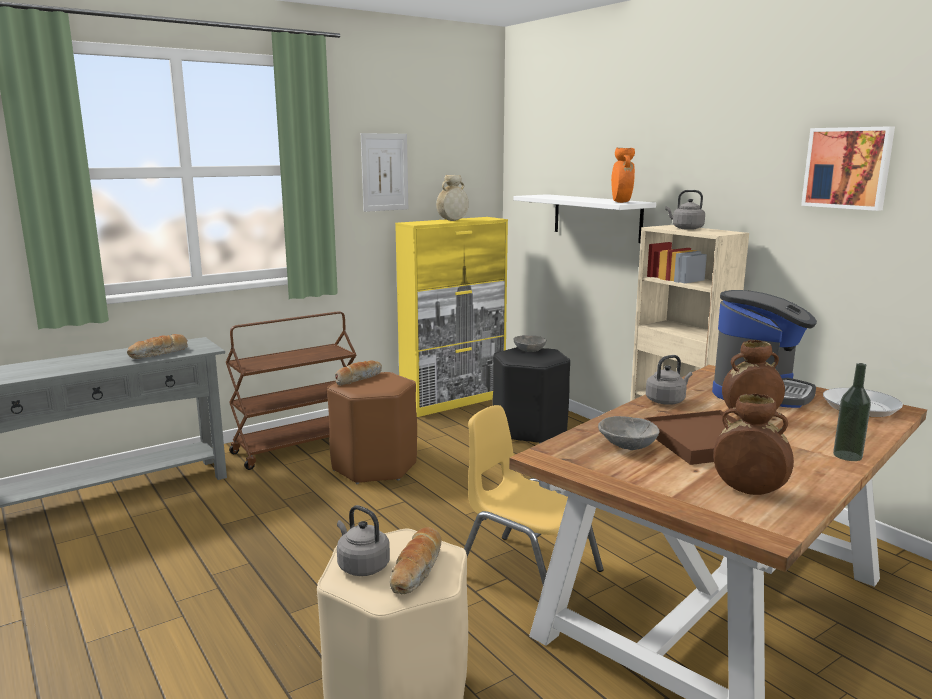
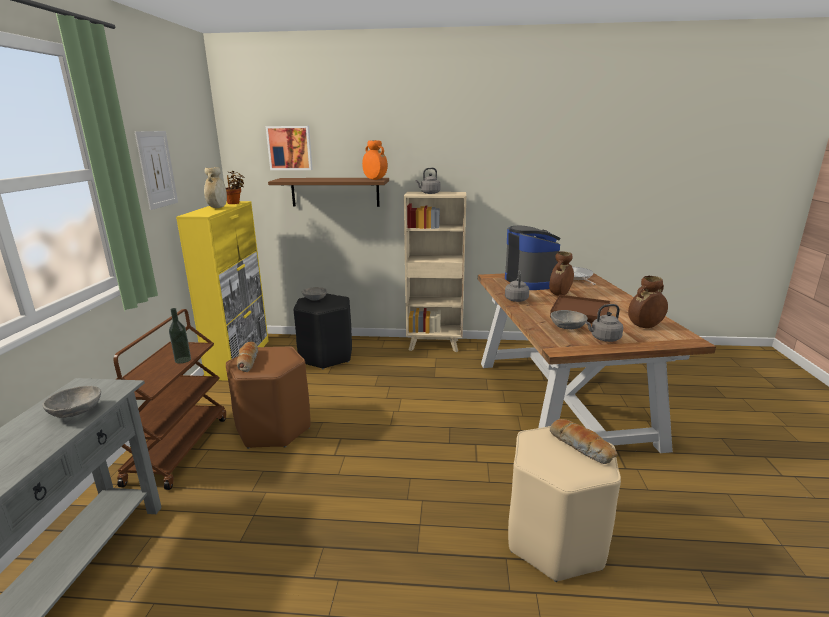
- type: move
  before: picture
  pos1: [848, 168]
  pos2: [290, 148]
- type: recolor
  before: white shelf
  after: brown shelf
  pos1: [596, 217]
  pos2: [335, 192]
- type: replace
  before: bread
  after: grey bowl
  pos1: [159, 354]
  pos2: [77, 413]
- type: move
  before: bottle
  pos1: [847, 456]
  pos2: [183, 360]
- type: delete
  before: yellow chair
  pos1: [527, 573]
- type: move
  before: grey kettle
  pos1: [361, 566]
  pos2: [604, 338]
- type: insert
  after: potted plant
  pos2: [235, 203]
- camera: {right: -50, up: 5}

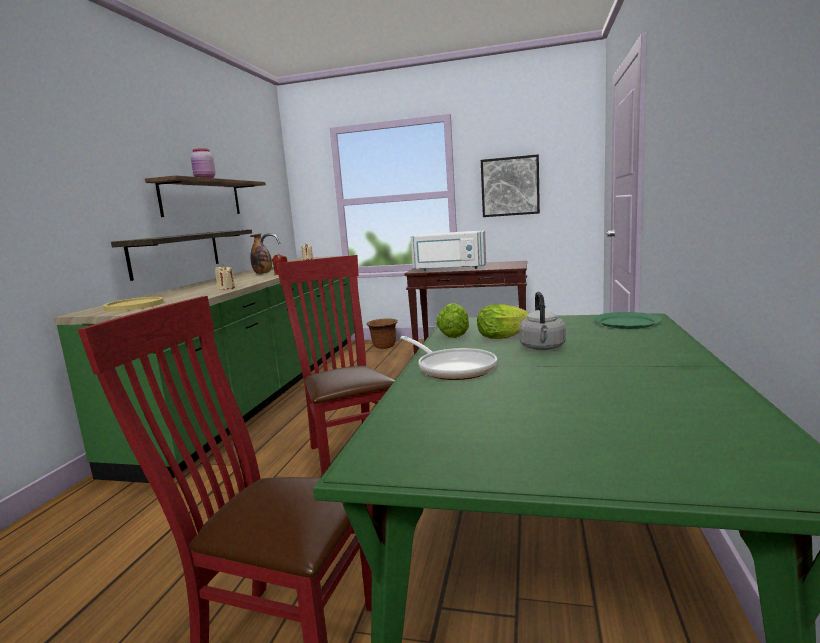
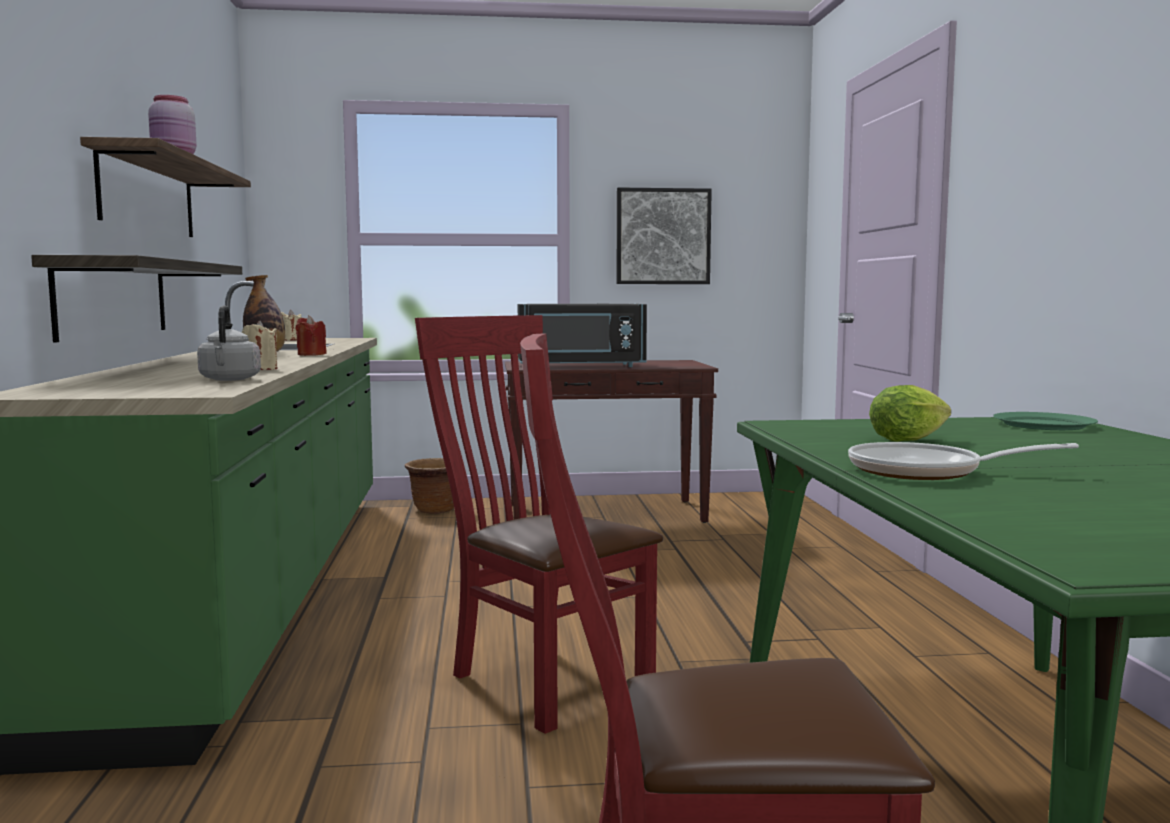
- type: recolor
  before: white microwave
  after: black microwave
  pos1: [449, 269]
  pos2: [581, 366]
- type: move
  before: grey kettle
  pos1: [542, 348]
  pos2: [229, 379]
- type: delete
  before: yellow plate
  pos1: [134, 306]
- type: delete
  before: lettuce
  pos1: [454, 334]
- type: rotate
  before: frying pan
  pos1: [453, 368]
  pos2: [926, 471]
  turn: 150
- camera: {right: -20, up: -5}

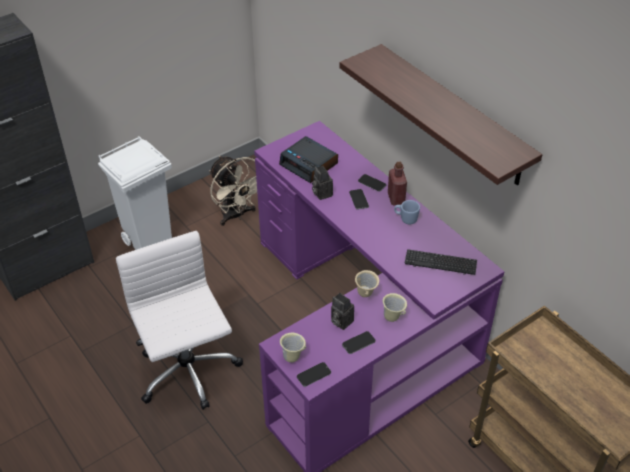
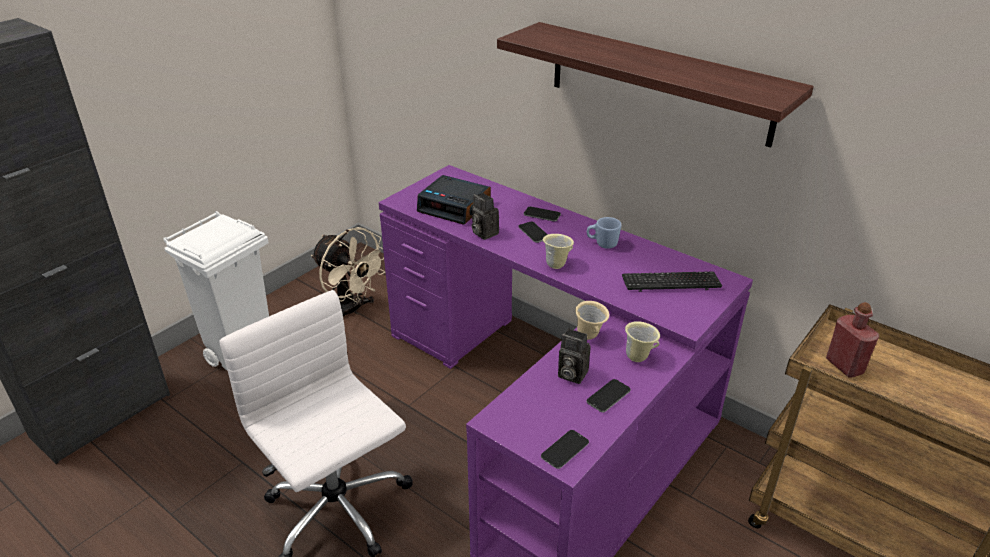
- type: move
  before: red bottle
  pos1: [396, 198]
  pos2: [844, 366]
- type: move
  before: beige mug
  pos1: [293, 357]
  pos2: [556, 264]
- camera: {right: -15, up: -10}

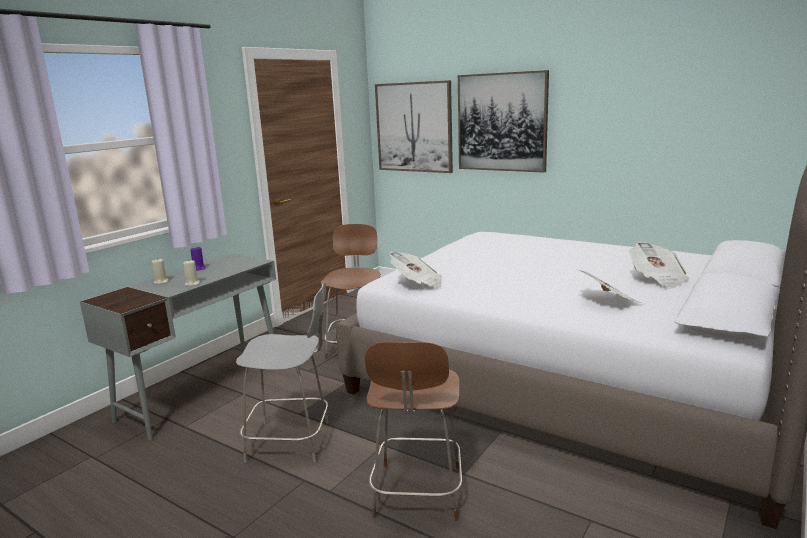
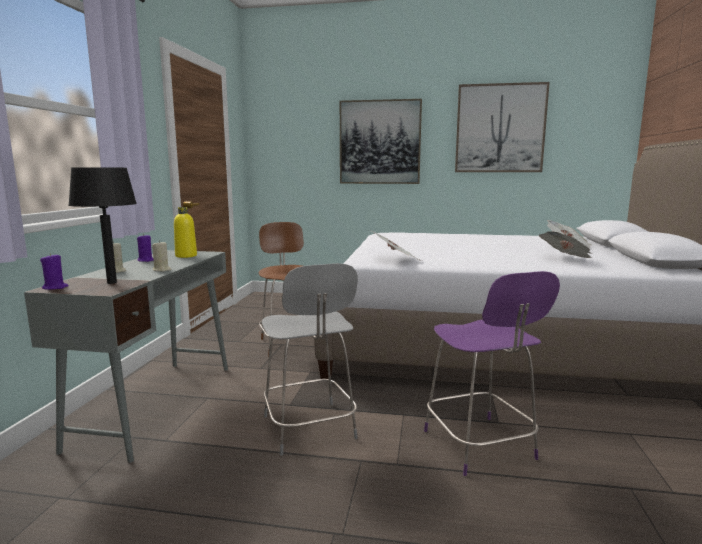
- type: move
  before: picture
  pos1: [414, 127]
  pos2: [500, 128]
- type: rotate
  before: grey chair
  pos1: [292, 441]
  pos2: [309, 429]
  turn: 90
- type: recolor
  before: brown chair
  after: purple chair
  pos1: [417, 494]
  pos2: [480, 447]
- type: insert
  after: black table lamp
  pos2: [111, 282]
- type: insert
  after: yellow bottle
  pos2: [186, 256]
- type: insert
  after: purple candle
  pos2: [55, 287]
- camera: {right: -25, up: -5}

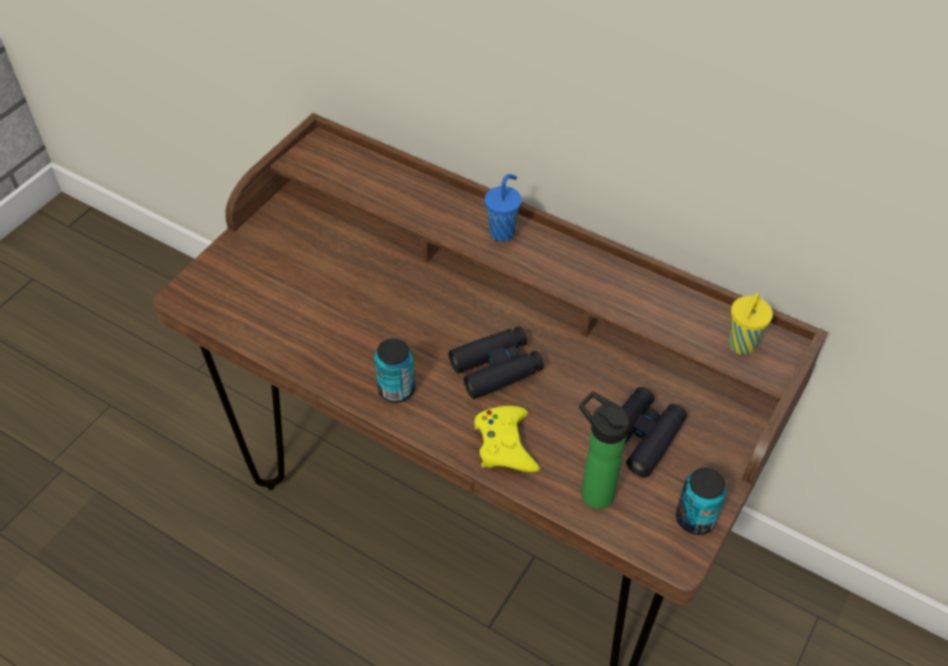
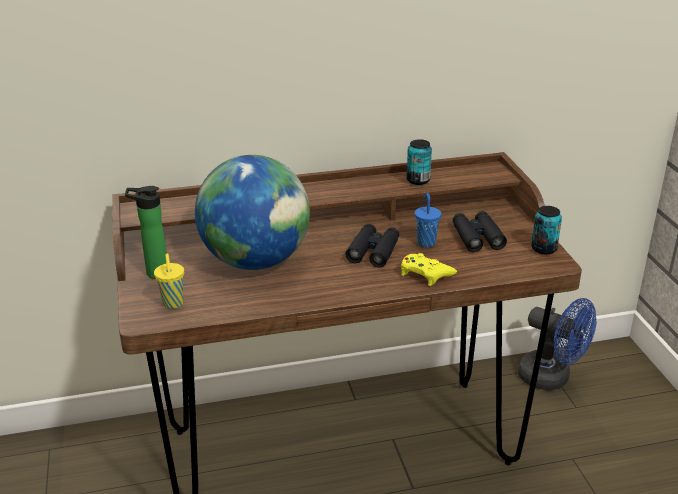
- type: move
  before: blue cup
  pos1: [503, 232]
  pos2: [425, 242]
- type: move
  before: yellow cup
  pos1: [740, 346]
  pos2: [173, 304]
- type: move
  before: can
  pos1: [396, 389]
  pos2: [418, 180]
- type: move
  before: bottle
  pos1: [593, 491]
  pos2: [154, 273]
- type: insert
  after: globe
  pos2: [256, 261]
- type: insert
  after: blue fan
  pos2: [552, 378]
- camera: {right: -45, up: -20}

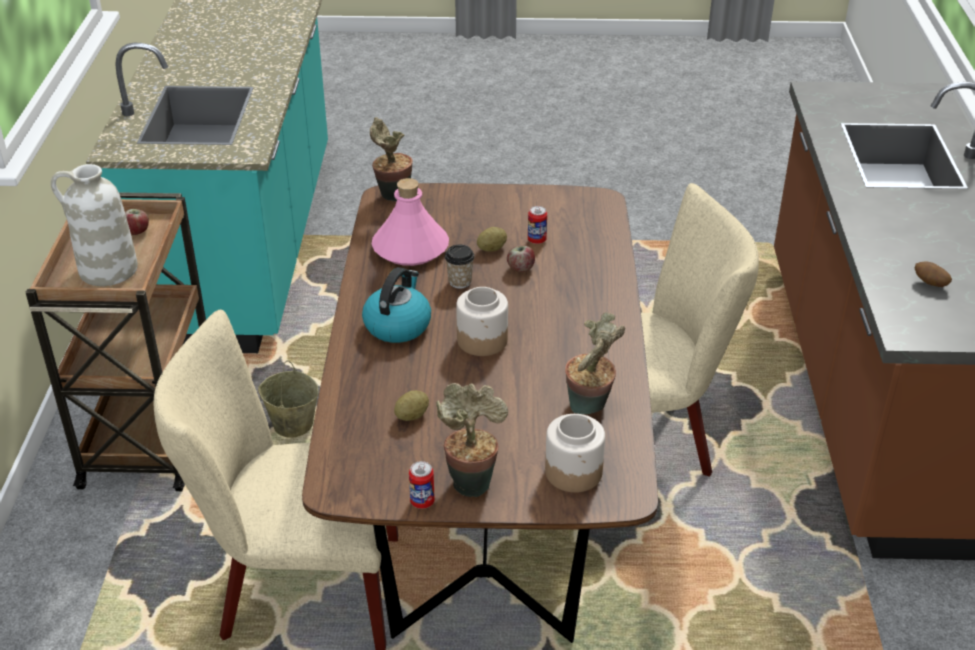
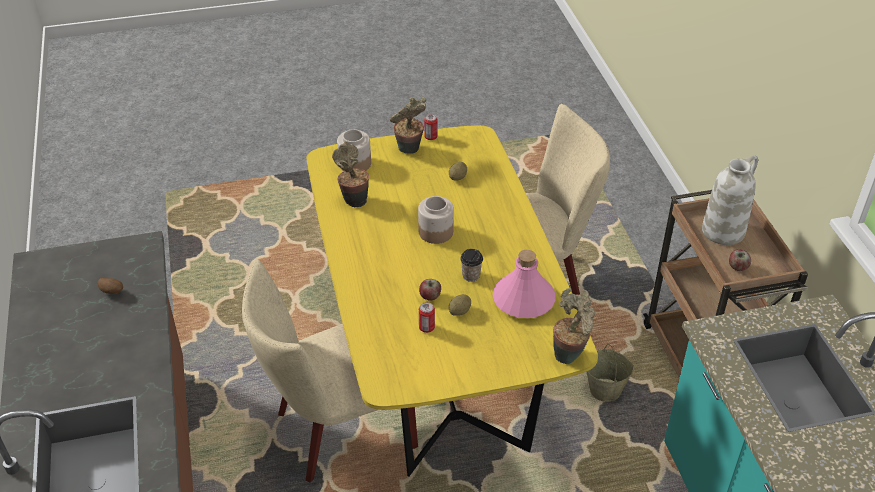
- type: recolor
  before: brown dining table
  after: yellow dining table
  pos1: [486, 499]
  pos2: [438, 362]
- type: delete
  before: kettle
  pos1: [397, 325]
- camera: {right: 165, up: 5}

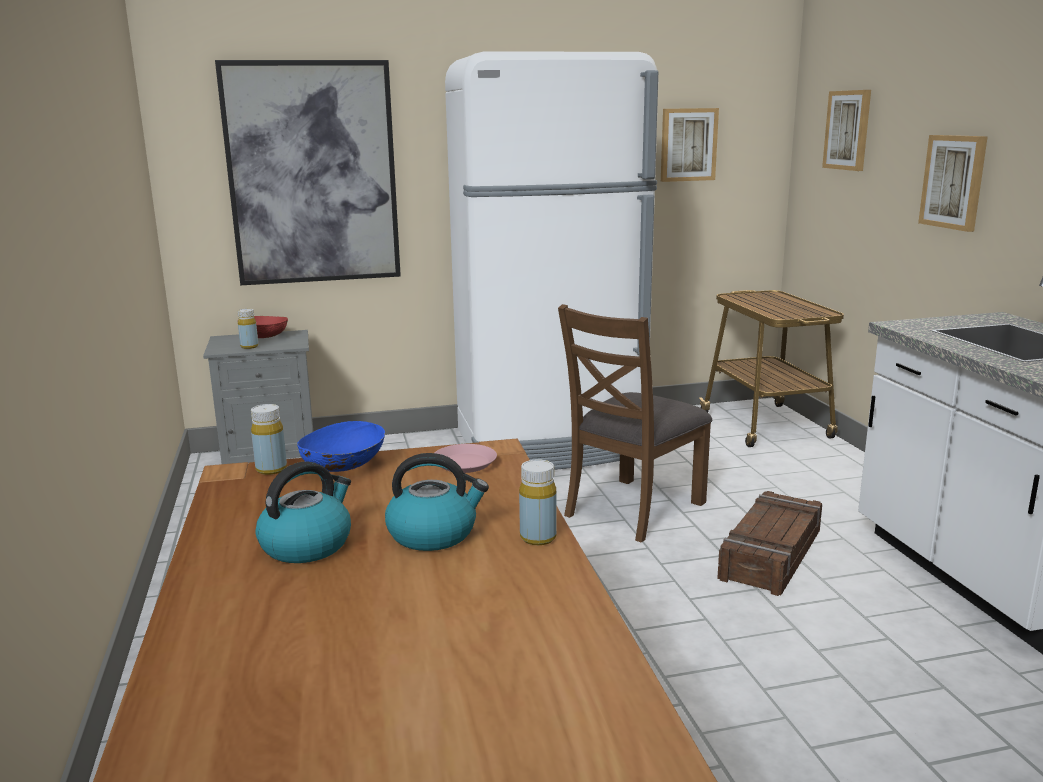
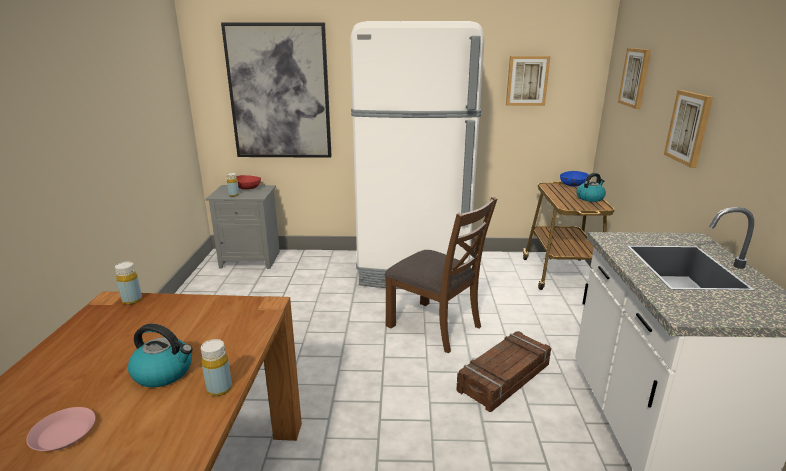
- type: rotate
  before: brown chair
  pos1: [633, 509]
  pos2: [435, 326]
  turn: -105
- type: move
  before: blue bowl
  pos1: [344, 468]
  pos2: [573, 185]
- type: move
  before: pink plate
  pos1: [465, 463]
  pos2: [64, 433]
- type: move
  before: kettle
  pos1: [307, 545]
  pos2: [590, 198]
- camera: {right: 15, up: 5}

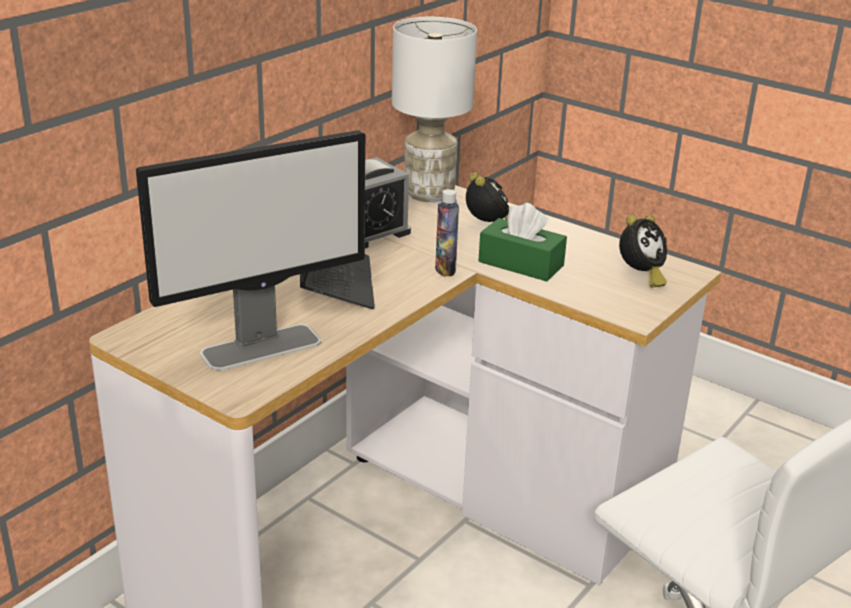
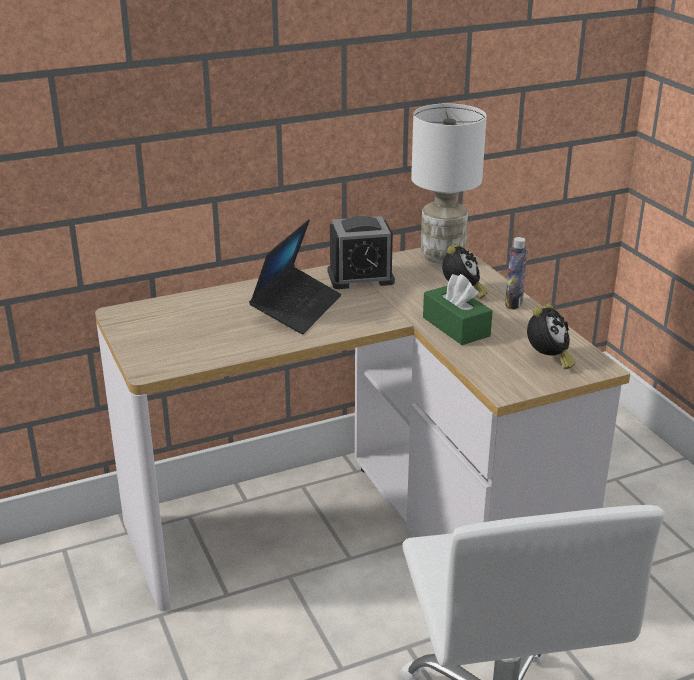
- type: delete
  before: monitor
  pos1: [262, 347]
- type: move
  before: bottle
  pos1: [445, 269]
  pos2: [513, 303]
- type: rotate
  before: alarm clock
  pos1: [640, 276]
  pos2: [548, 360]
  turn: -45
- camera: {right: 30, up: 0}

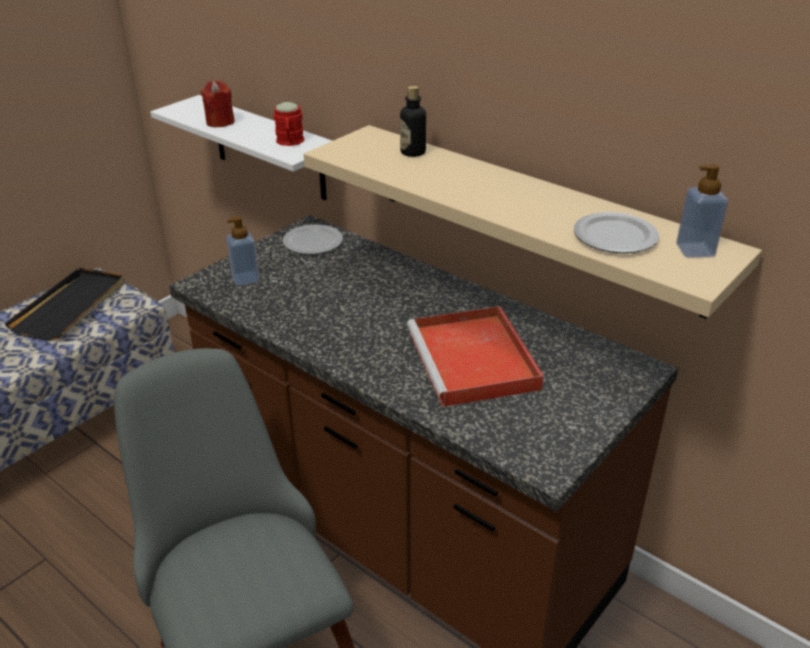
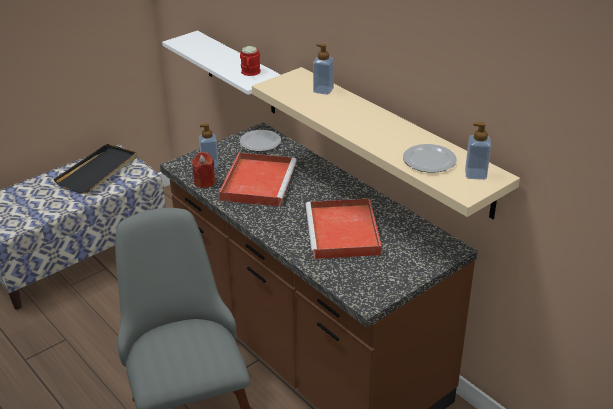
- type: move
  before: red candle
  pos1: [220, 122]
  pos2: [204, 182]
- type: replace
  before: bottle
  after: soap dispenser
  pos1: [413, 152]
  pos2: [323, 90]
- type: insert
  after: red tray
  pos2: [258, 181]
- camera: {right: 10, up: 0}

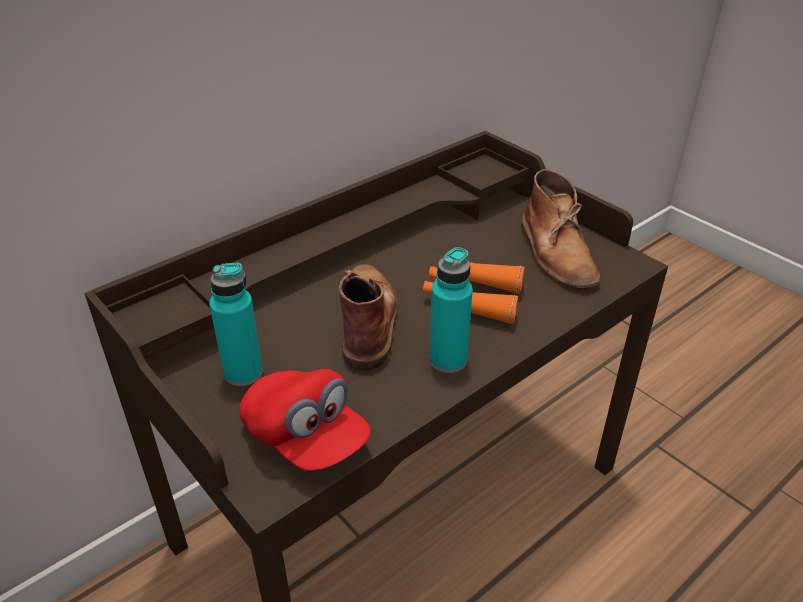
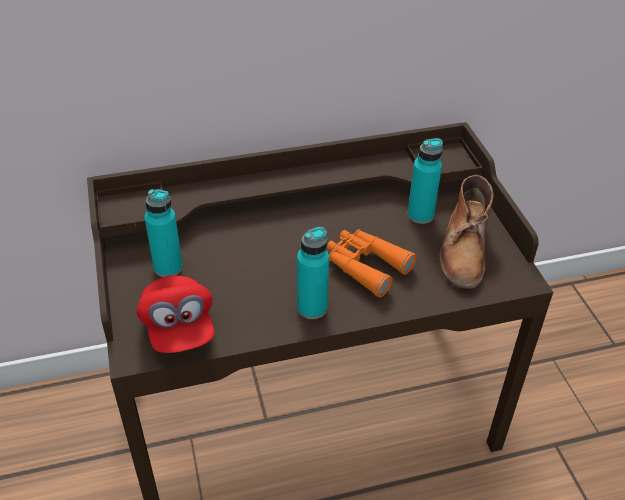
- type: delete
  before: brown boot
  pos1: [367, 319]
- type: insert
  after: turquoise bottle
  pos2: [420, 215]
- camera: {right: 25, up: 5}

